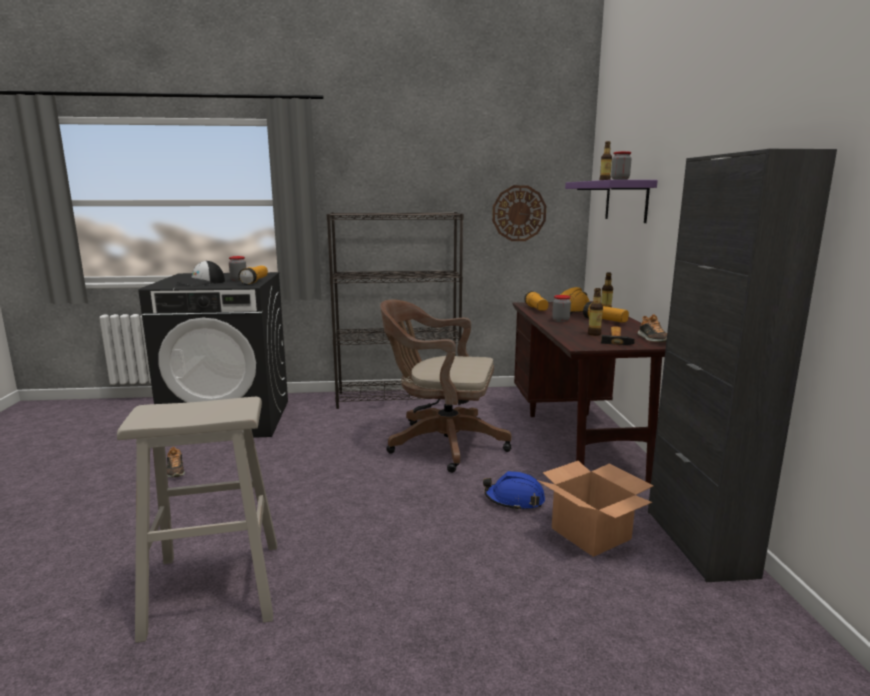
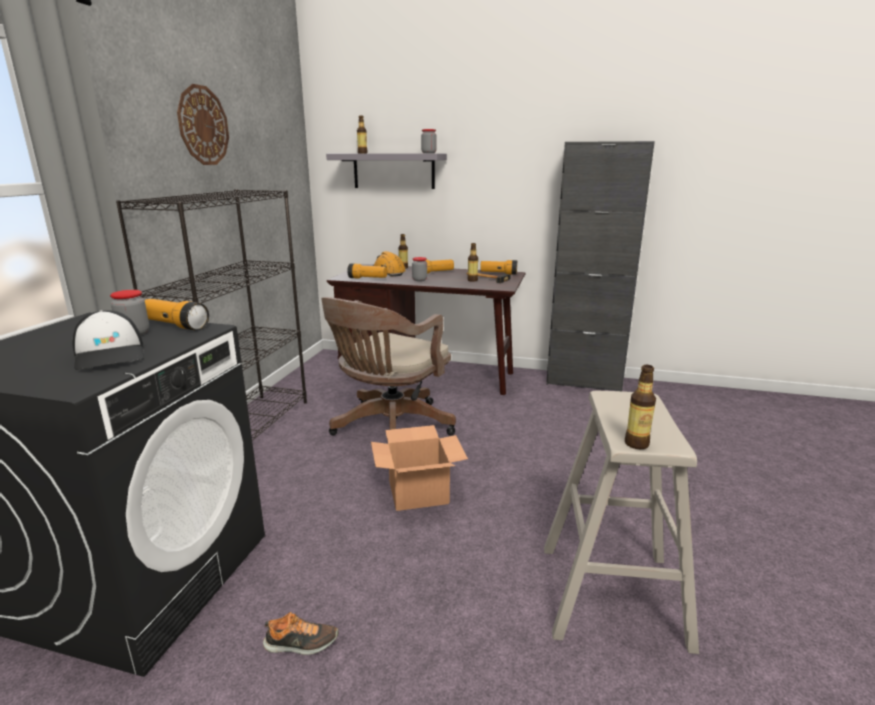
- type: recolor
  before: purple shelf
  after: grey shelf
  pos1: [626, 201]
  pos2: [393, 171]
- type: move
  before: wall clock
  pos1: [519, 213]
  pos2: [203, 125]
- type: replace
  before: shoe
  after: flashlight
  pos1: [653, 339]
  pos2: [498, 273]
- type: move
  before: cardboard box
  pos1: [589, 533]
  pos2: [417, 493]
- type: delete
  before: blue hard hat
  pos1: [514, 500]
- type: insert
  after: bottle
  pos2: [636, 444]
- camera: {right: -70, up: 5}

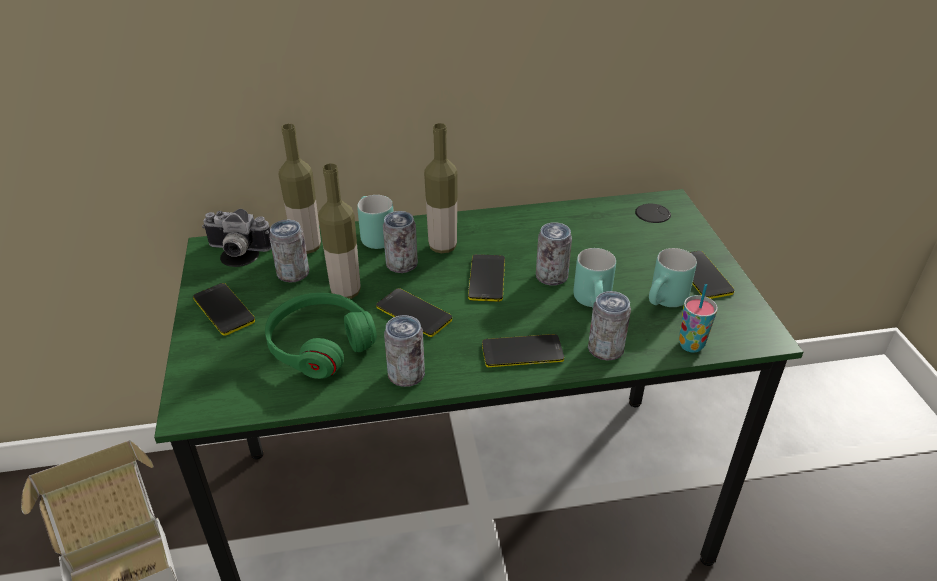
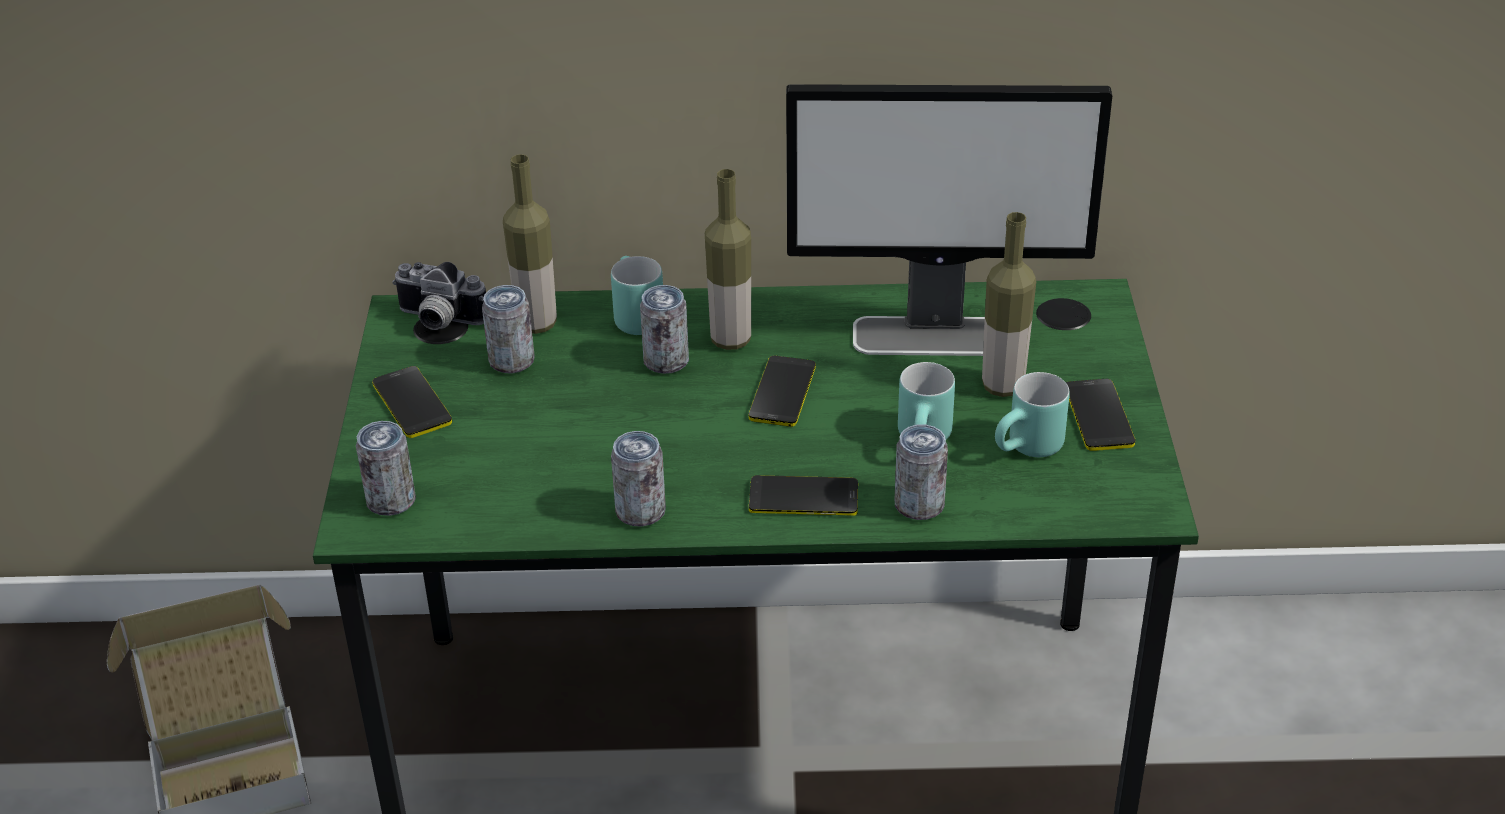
- type: move
  before: bottle
  pos1: [345, 292]
  pos2: [1002, 386]
- type: move
  before: can
  pos1: [551, 277]
  pos2: [391, 501]
- type: delete
  before: cup
  pos1: [691, 345]
- type: delete
  before: phone
  pos1: [414, 313]
- type: delete
  before: green headphones
  pos1: [320, 344]
- type: insert
  after: monitor
  pos2: [935, 336]
- camera: {right: 10, up: 0}

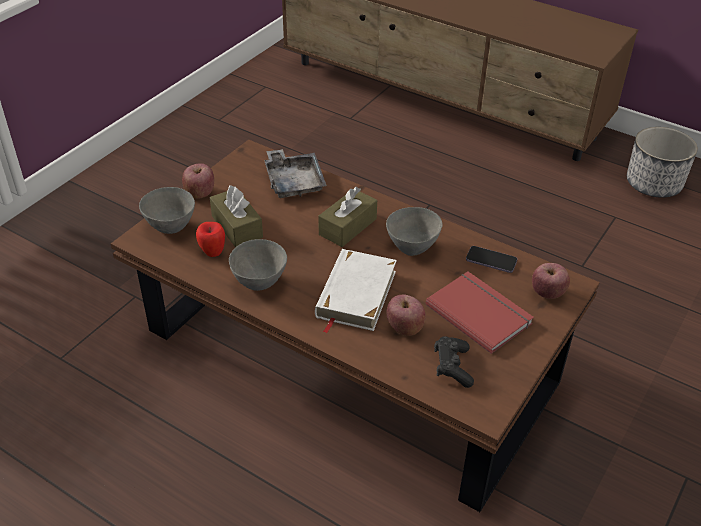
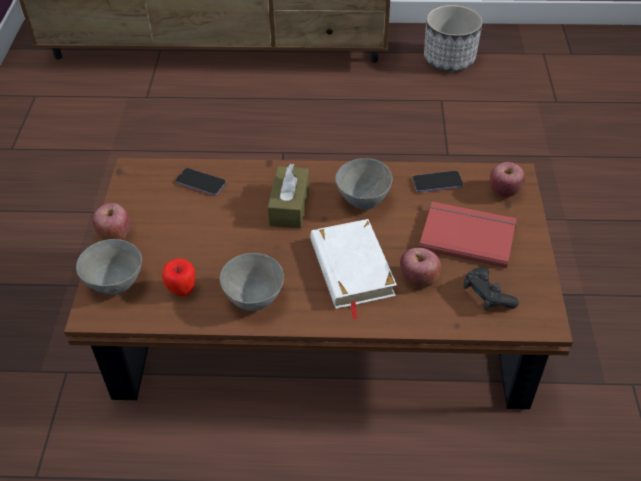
- type: replace
  before: grey tray
  after: phone
  pos1: [294, 182]
  pos2: [201, 183]
- type: delete
  before: brown tissue box
  pos1: [237, 226]
- camera: {right: -30, up: 5}

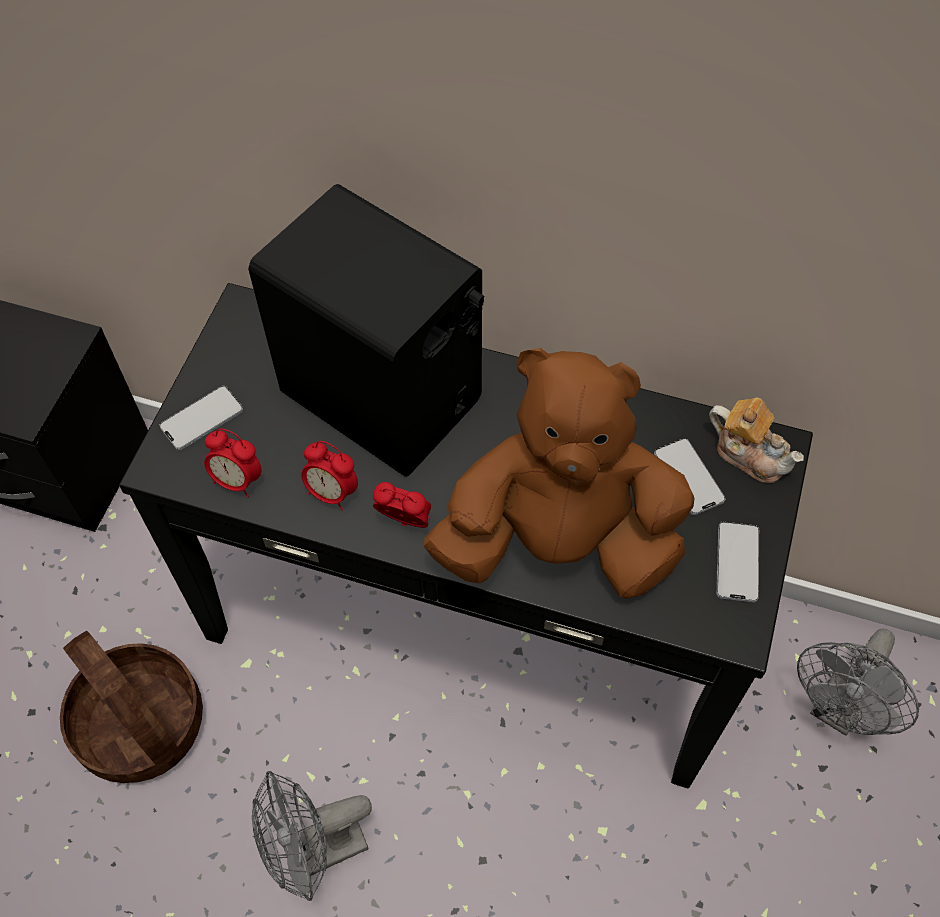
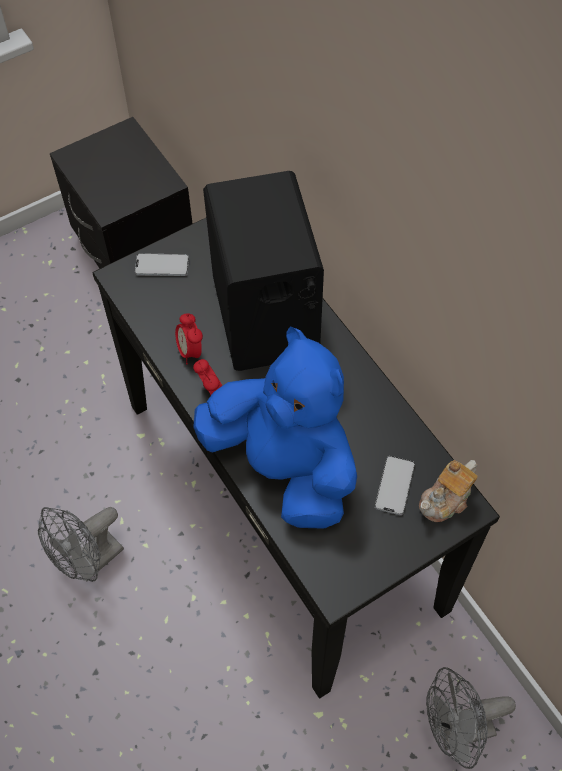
- type: recolor
  before: brown plush toy
  after: blue plush toy
  pos1: [559, 543]
  pos2: [284, 466]
- type: rotate
  before: teapot
  pos1: [750, 453]
  pos2: [446, 499]
  turn: 60
- type: delete
  before: alarm clock
  pos1: [237, 480]
- type: delete
  before: phone
  pos1: [737, 562]
- type: delete
  before: basket
  pos1: [140, 723]
- type: rotate
  before: grey fan
  pos1: [316, 852]
  pos2: [90, 563]
  turn: -60
- camera: {right: 40, up: 0}

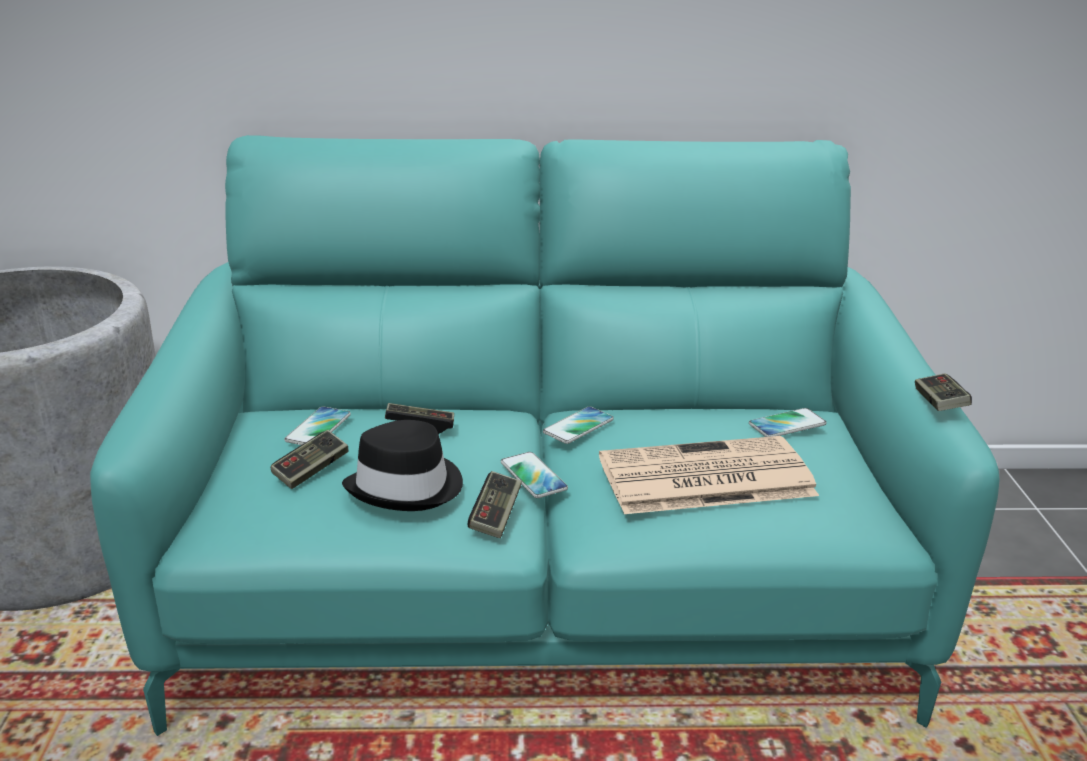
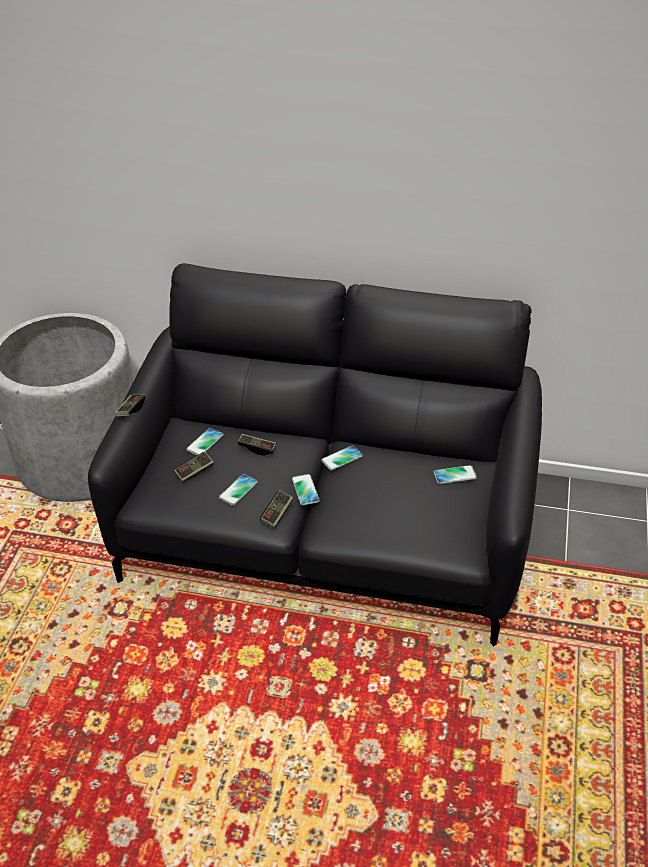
- type: recolor
  before: turquoise sofa
  after: black sofa
  pos1: [540, 588]
  pos2: [325, 529]
- type: move
  before: game controller
  pos1: [939, 404]
  pos2: [131, 410]
- type: replace
  before: black hat
  after: phone
  pos1: [407, 487]
  pos2: [238, 490]
- type: delete
  before: newspaper
  pos1: [703, 478]
- camera: {right: 15, up: 15}

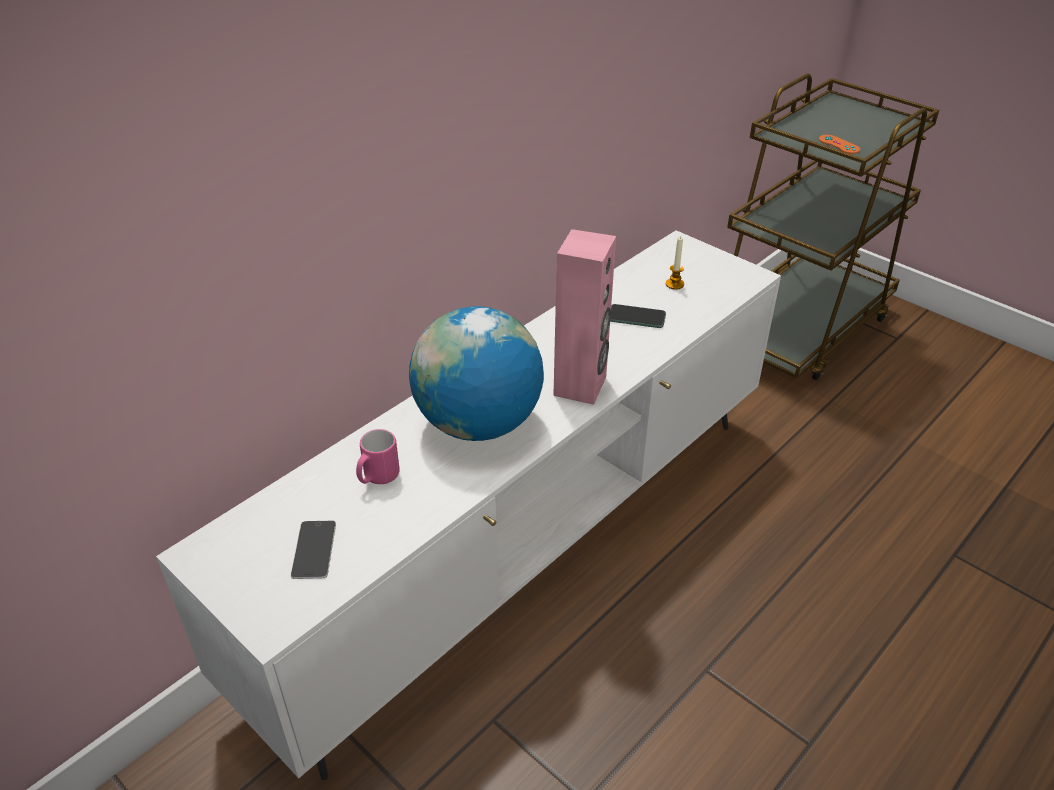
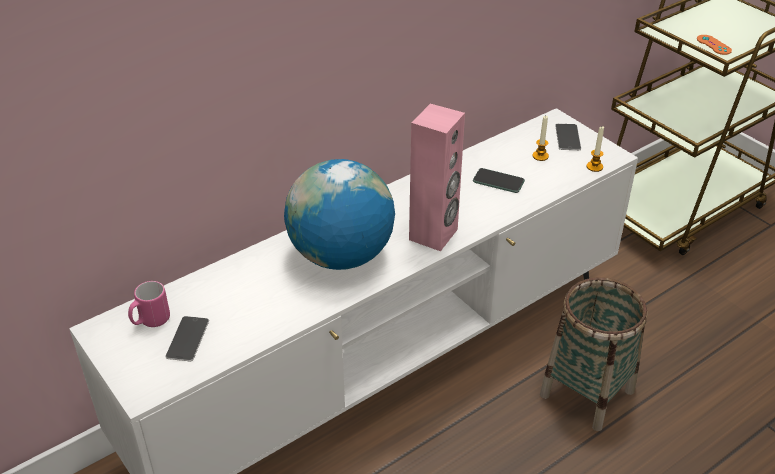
- type: move
  before: pink mug
  pos1: [377, 478]
  pos2: [150, 321]
- type: insert
  after: phone
  pos2: [567, 137]
- type: insert
  after: candle
  pos2: [594, 167]
- type: insert
  after: basket
  pos2: [587, 393]
- camera: {right: 10, up: 0}

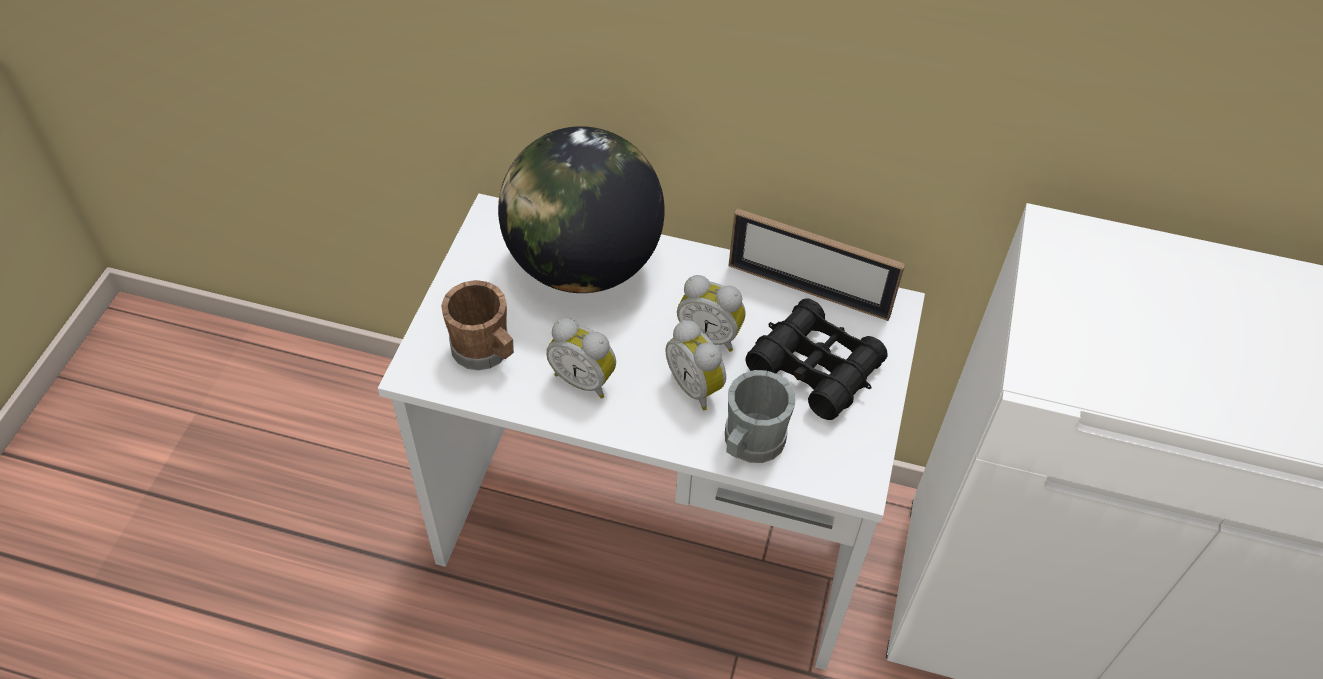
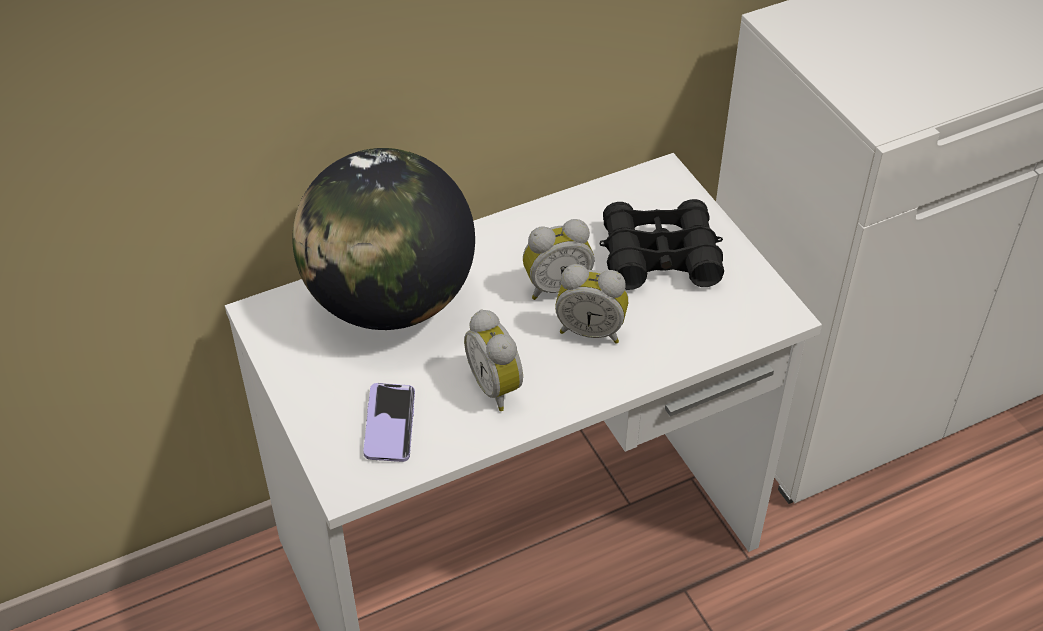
- type: delete
  before: picture frame
  pos1: [808, 290]
- type: replace
  before: brown mug
  after: phone
  pos1: [485, 351]
  pos2: [390, 424]
- type: rotate
  before: alarm clock
  pos1: [584, 379]
  pos2: [498, 386]
  turn: 75
- type: delete
  before: grey mug
  pos1: [750, 443]
- camera: {right: -40, up: -5}

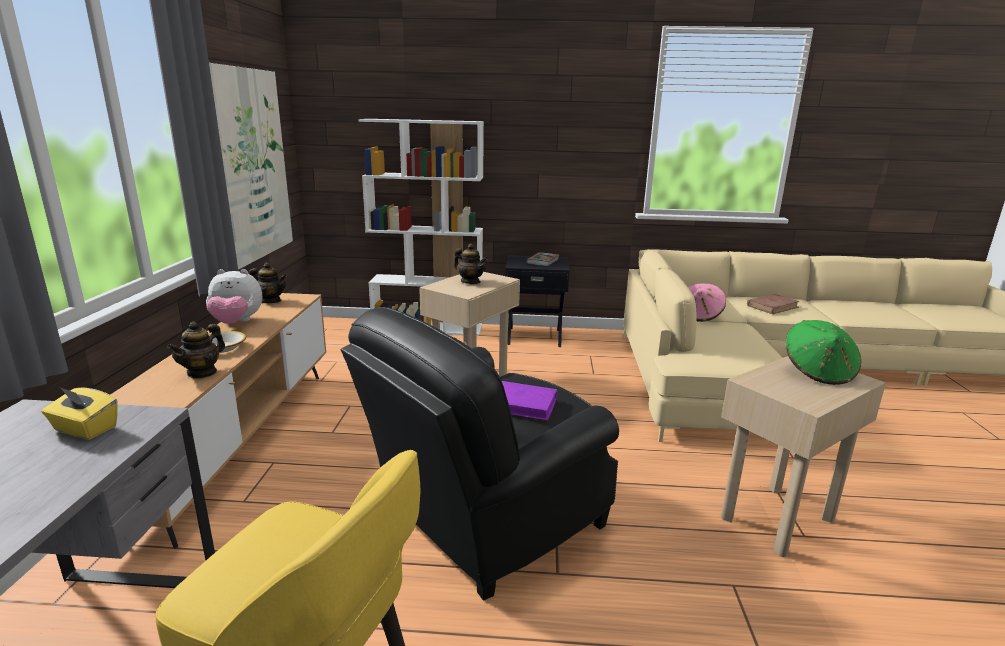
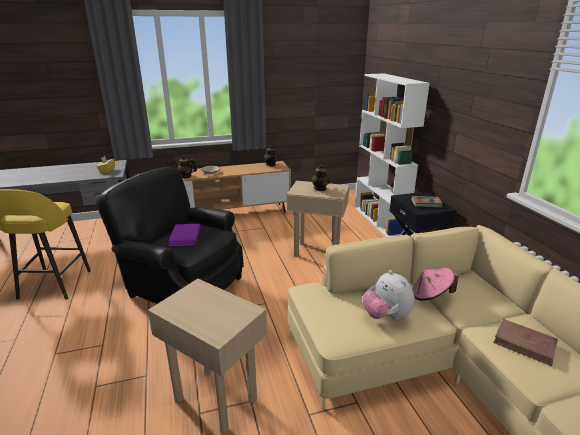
- type: delete
  before: picture
  pos1: [250, 166]
- type: move
  before: plush toy
  pos1: [236, 323]
  pos2: [386, 316]
- type: delete
  before: green hat
  pos1: [818, 372]
- camera: {right: 70, up: 5}

